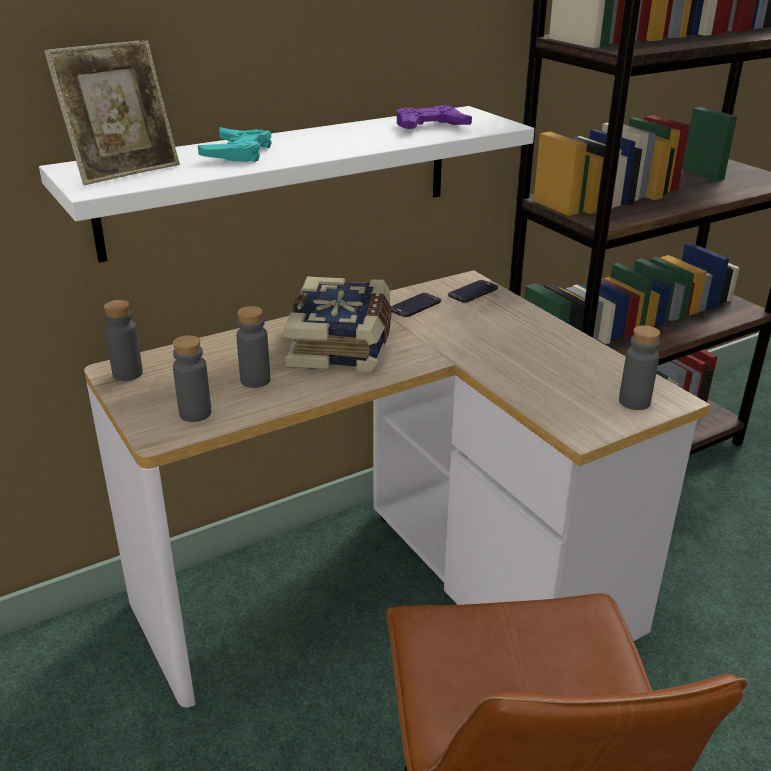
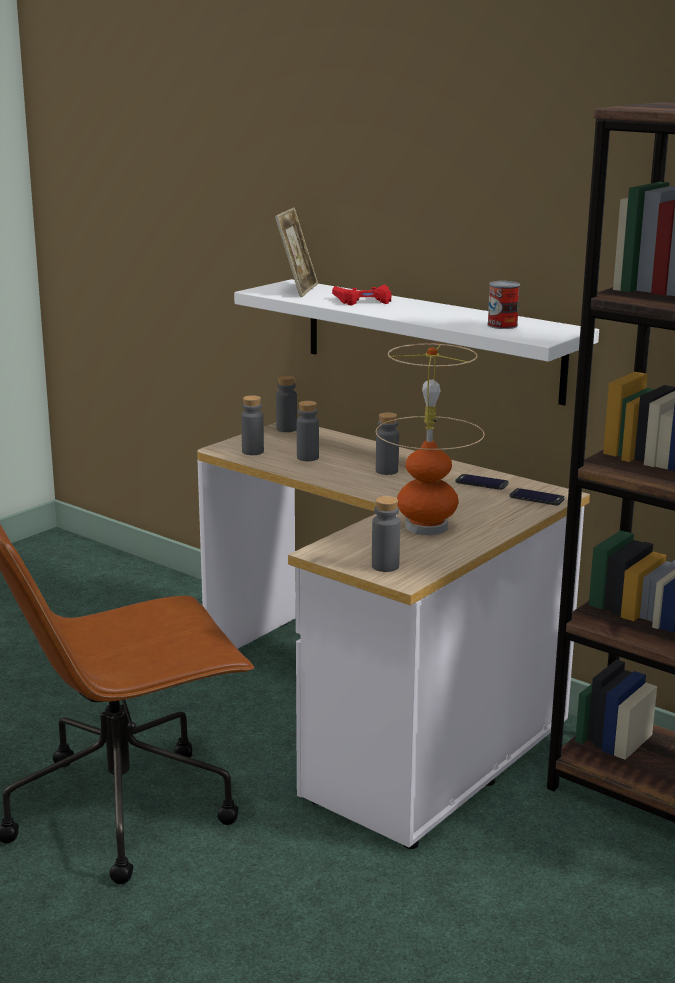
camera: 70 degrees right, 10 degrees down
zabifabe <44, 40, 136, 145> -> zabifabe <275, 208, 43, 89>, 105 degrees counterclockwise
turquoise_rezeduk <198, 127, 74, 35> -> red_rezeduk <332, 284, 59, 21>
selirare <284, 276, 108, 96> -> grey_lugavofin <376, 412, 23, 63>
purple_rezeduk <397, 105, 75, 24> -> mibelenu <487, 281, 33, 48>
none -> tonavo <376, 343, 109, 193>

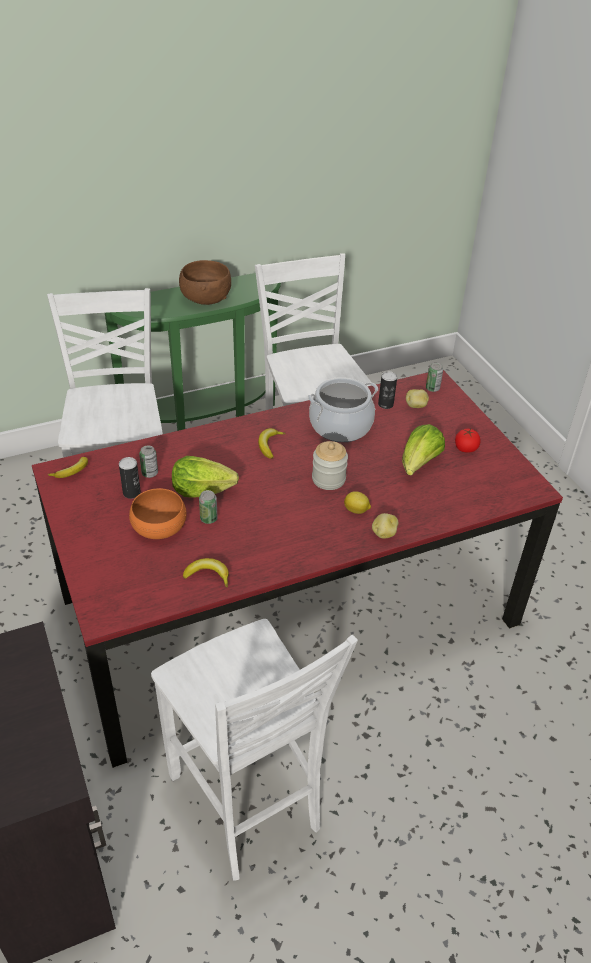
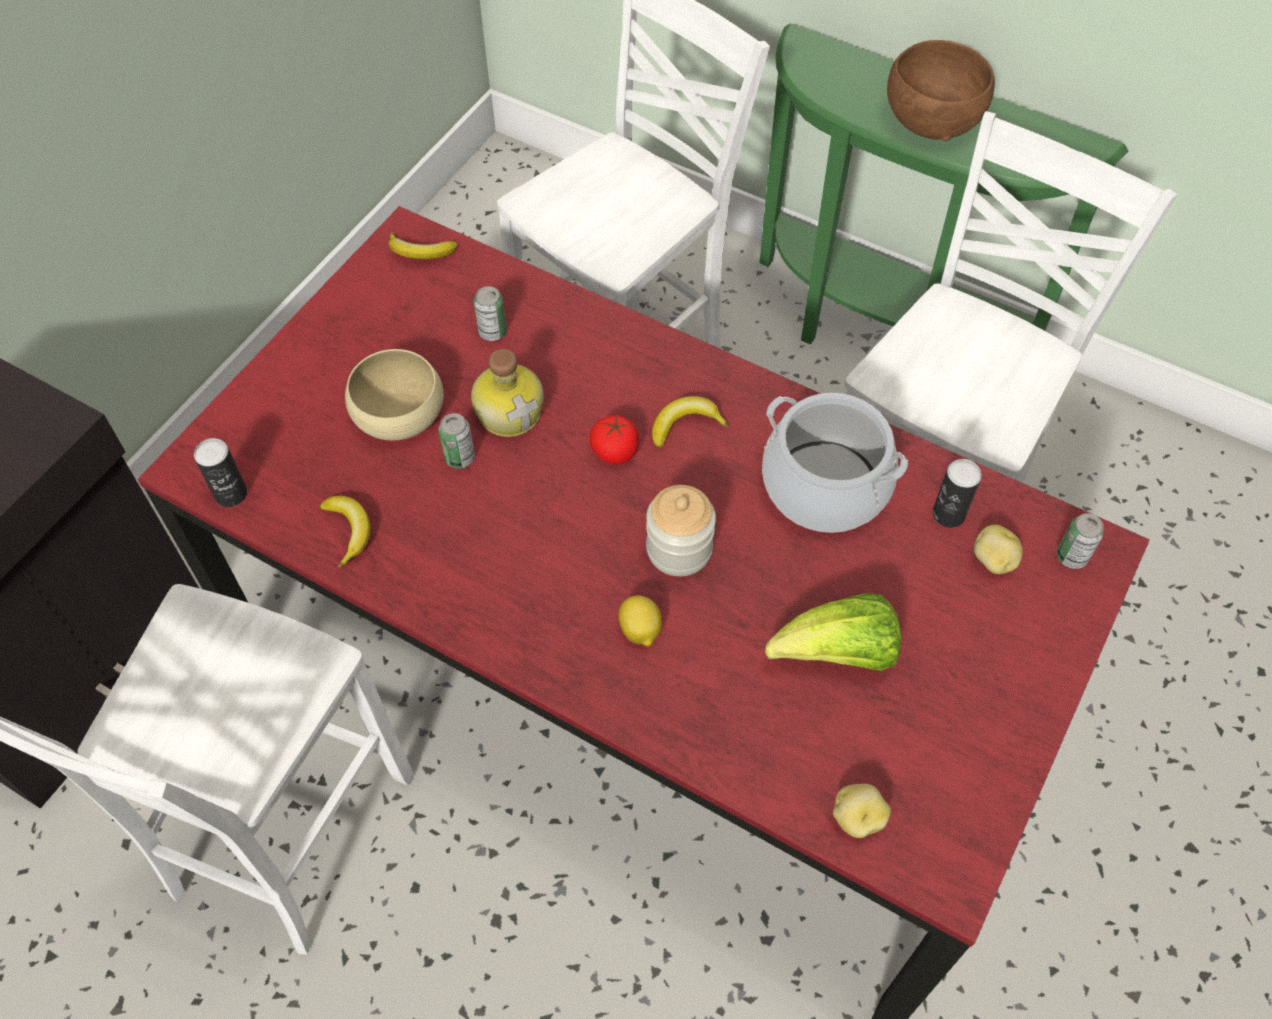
camera: 55 degrees right, 15 degrees up
mibelenu <119, 457, 22, 42> -> mibelenu <194, 438, 53, 69>, shifted
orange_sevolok <129, 488, 58, 51> -> beige_sevolok <345, 349, 99, 92>
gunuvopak <172, 456, 67, 42> -> lugavofin <471, 349, 73, 88>
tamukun <372, 513, 27, 26> -> tamukun <833, 784, 58, 54>, shifted
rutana <455, 429, 25, 24> -> rutana <589, 415, 50, 49>, shifted

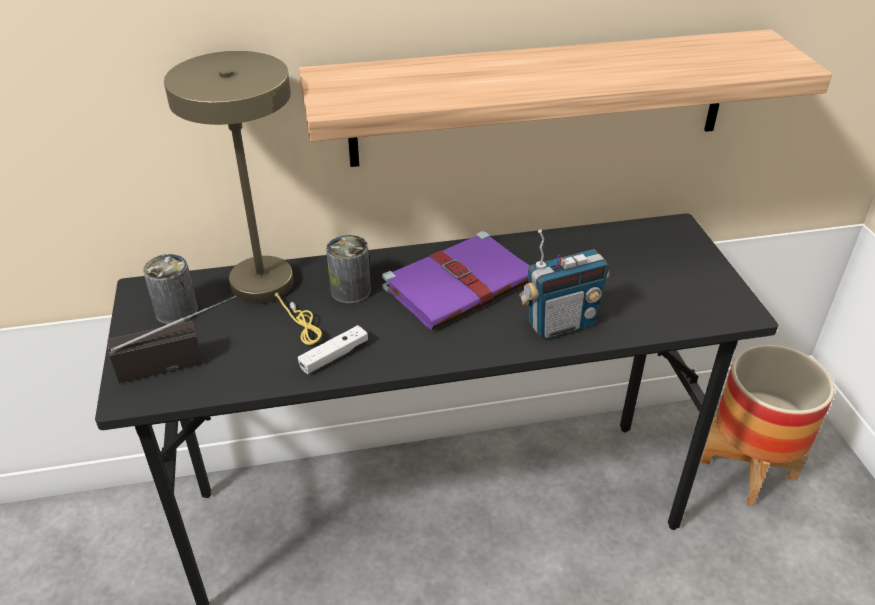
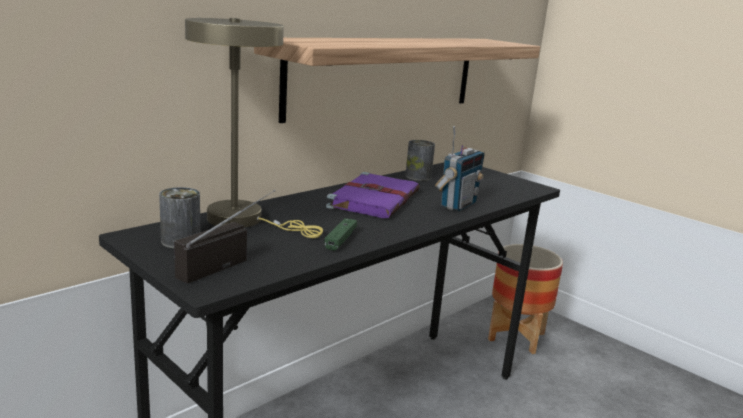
camera: 35 degrees left, 20 degrees down
white_rezeduk <298, 325, 70, 49> -> green_rezeduk <325, 218, 32, 33>
mibelenu <326, 235, 45, 68> -> mibelenu <405, 140, 30, 41>, shifted

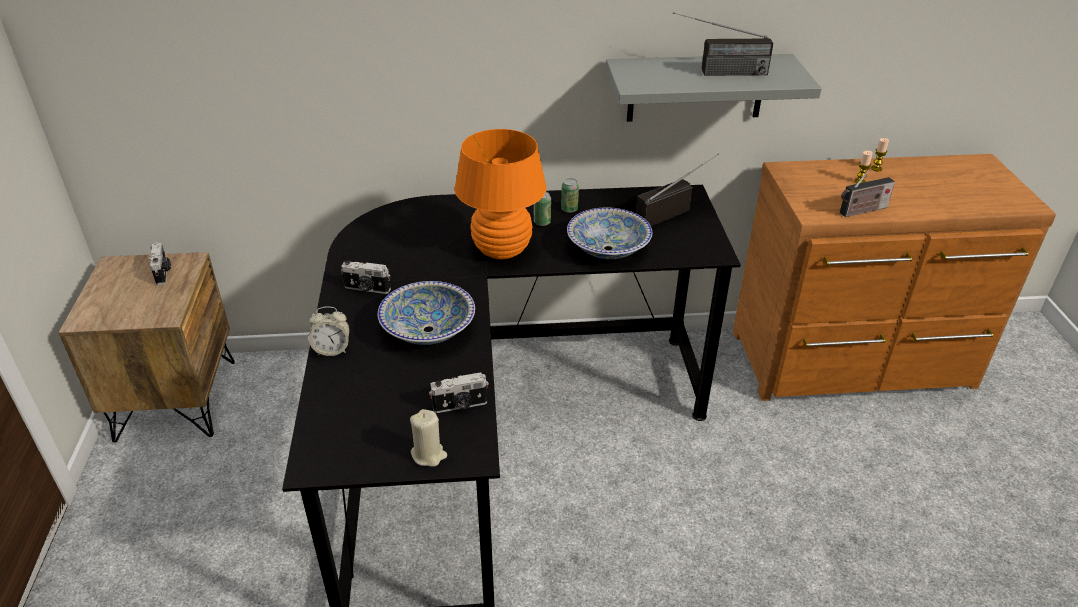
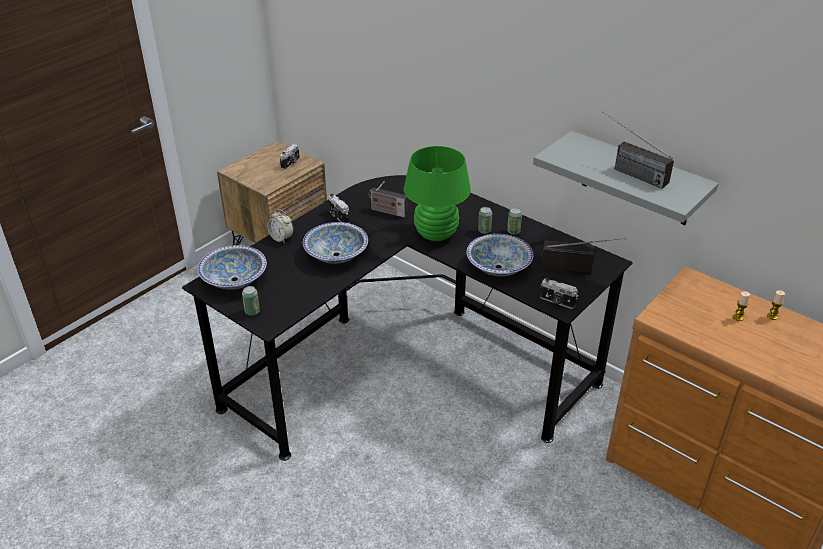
camera: 45 degrees right, 0 degrees up
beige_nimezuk <410, 409, 37, 58> -> mibelenu <242, 286, 18, 30>
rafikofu <429, 372, 60, 41> -> rafikofu <540, 278, 38, 31>, shifted
orange_tonavo <454, 129, 93, 130> -> green_tonavo <404, 146, 67, 95>
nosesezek <840, 170, 55, 47> -> nosesezek <368, 181, 40, 37>, shifted
none -> sevolok <198, 245, 69, 45>

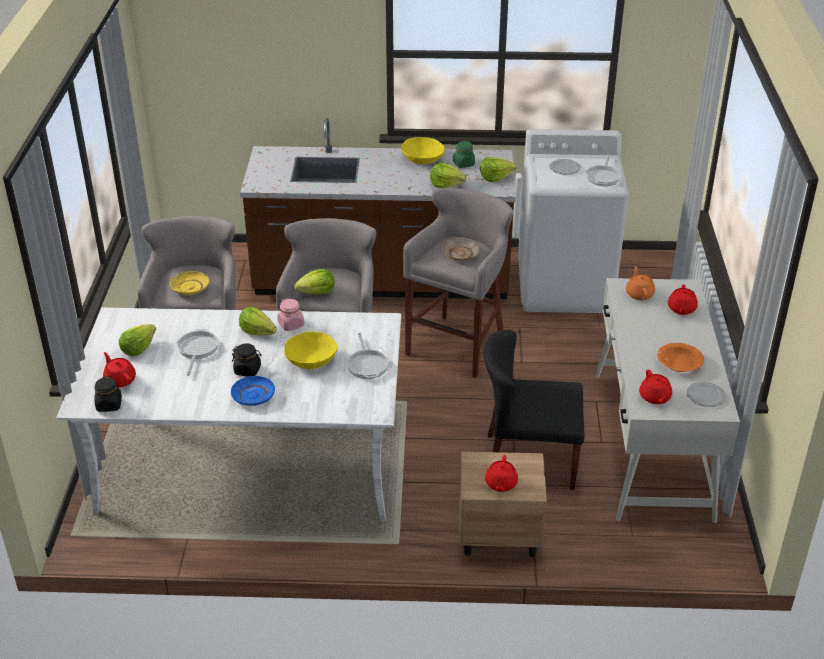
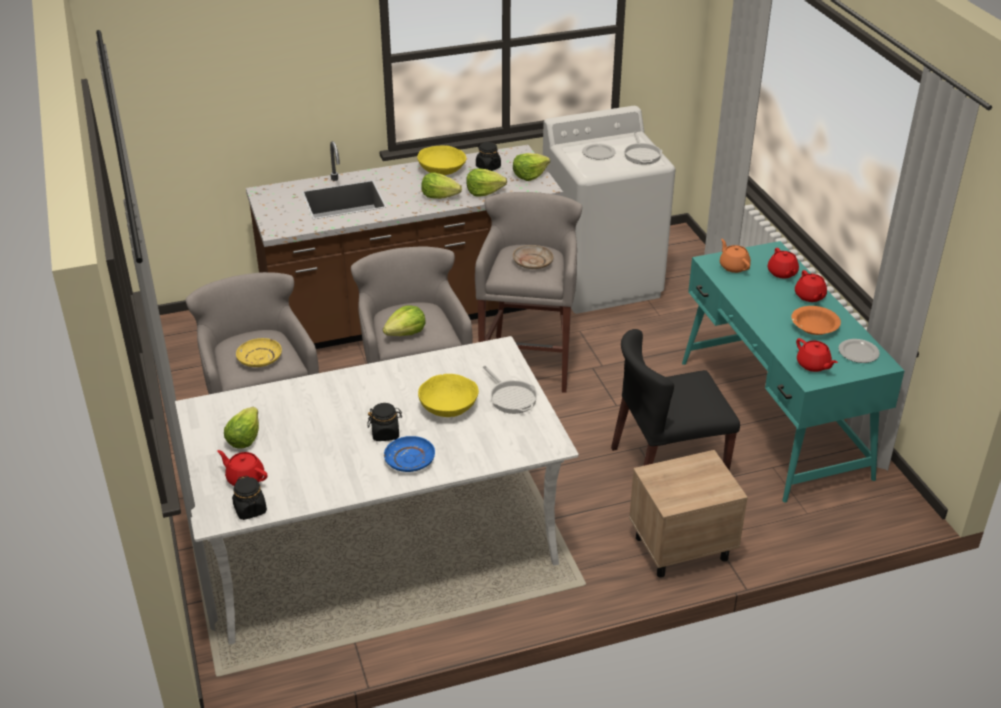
camera: 20 degrees left, 0 degrees up
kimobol <176, 329, 43, 47> -> none
gunuvopak <239, 307, 38, 29> -> gunuvopak <421, 172, 41, 27>, shifted
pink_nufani <277, 298, 27, 33> -> none
green_nufani <453, 141, 22, 27> -> black_nufani <476, 142, 25, 29>
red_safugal <485, 455, 33, 37> -> red_safugal <795, 270, 32, 32>, shifted
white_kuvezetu <595, 278, 145, 245> -> turquoise_kuvezetu <682, 241, 223, 262>

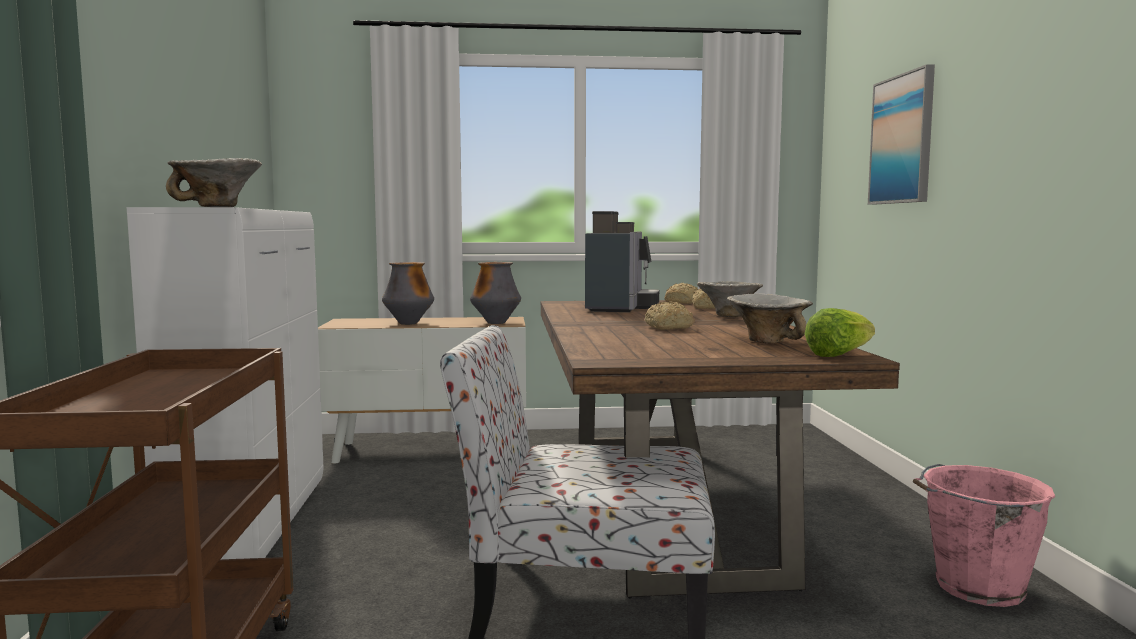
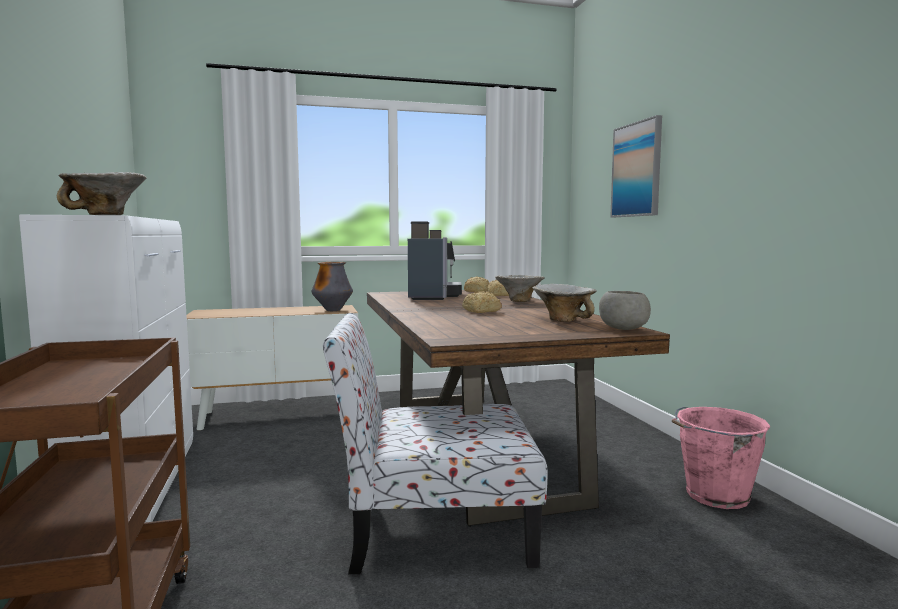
camera: 10 degrees left, 0 degrees up
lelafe <382, 262, 52, 63> -> none
gunuvopak <805, 308, 70, 49> -> grey_sevolok <599, 291, 52, 39>

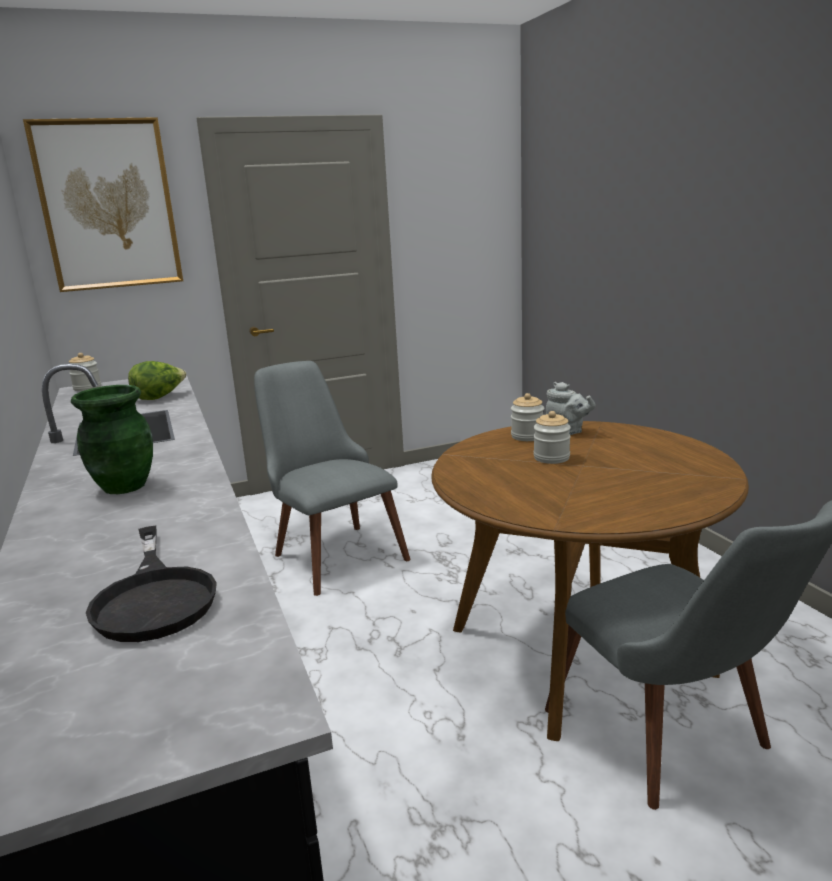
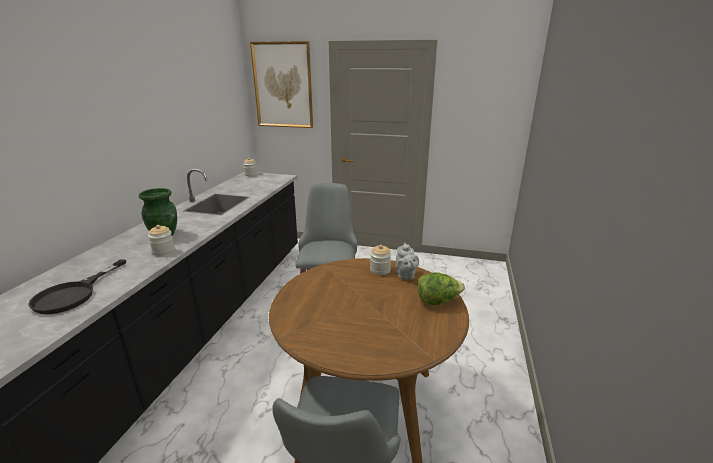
camera: 35 degrees right, 5 degrees up
gunuvopak <128, 361, 58, 39> -> gunuvopak <417, 272, 48, 33>, shifted
nufani <533, 411, 38, 53> -> nufani <148, 225, 27, 31>, shifted

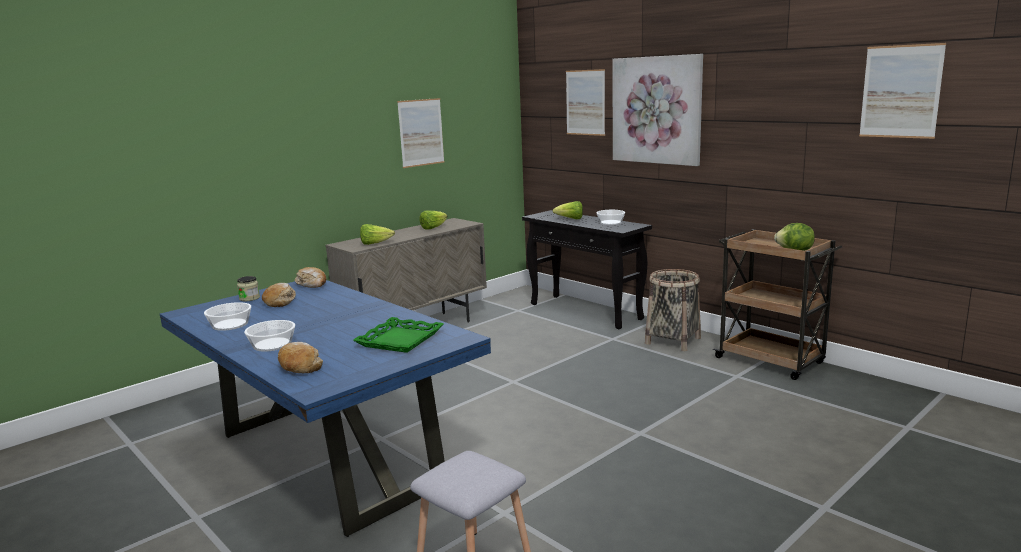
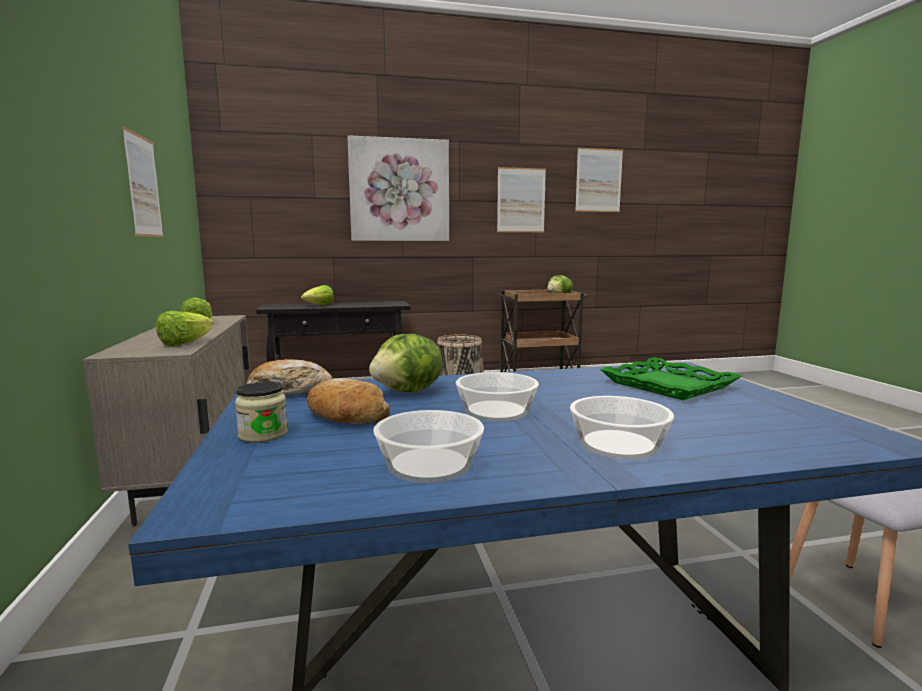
camera: 60 degrees left, 5 degrees down
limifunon <278, 342, 45, 31> -> none
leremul <566, 69, 39, 67> -> leremul <497, 167, 49, 65>, shifted
sevolok <596, 210, 29, 15> -> sevolok <456, 372, 83, 49>, shifted
none -> gunuvopak <369, 334, 74, 58>

